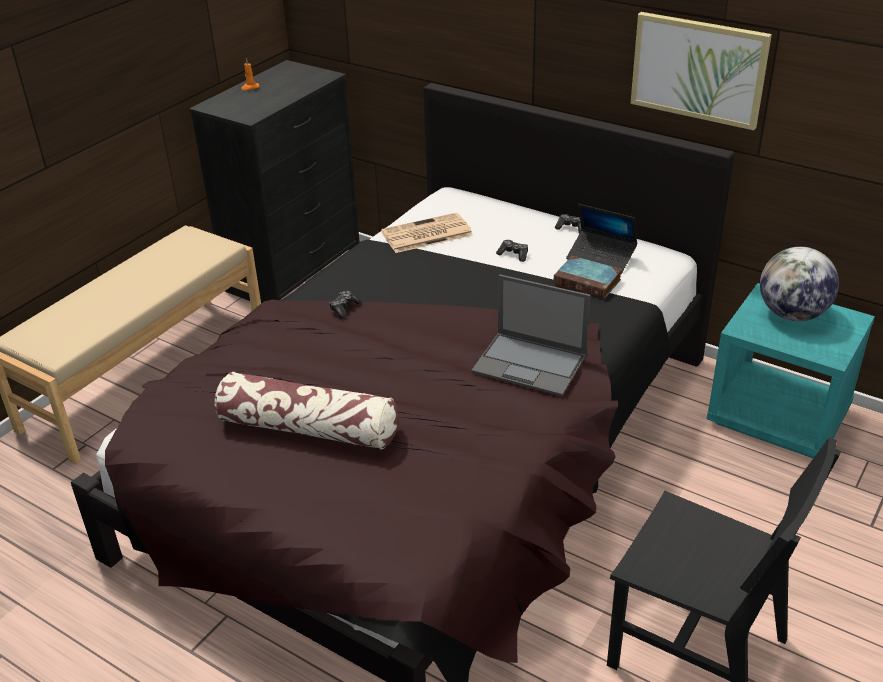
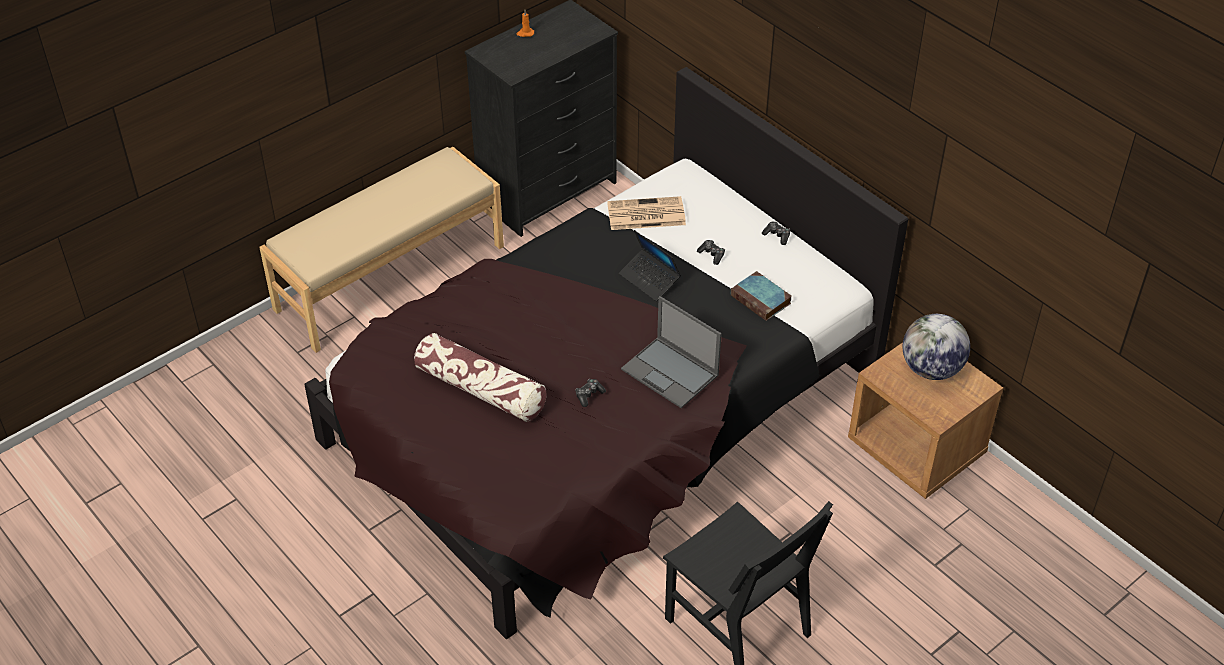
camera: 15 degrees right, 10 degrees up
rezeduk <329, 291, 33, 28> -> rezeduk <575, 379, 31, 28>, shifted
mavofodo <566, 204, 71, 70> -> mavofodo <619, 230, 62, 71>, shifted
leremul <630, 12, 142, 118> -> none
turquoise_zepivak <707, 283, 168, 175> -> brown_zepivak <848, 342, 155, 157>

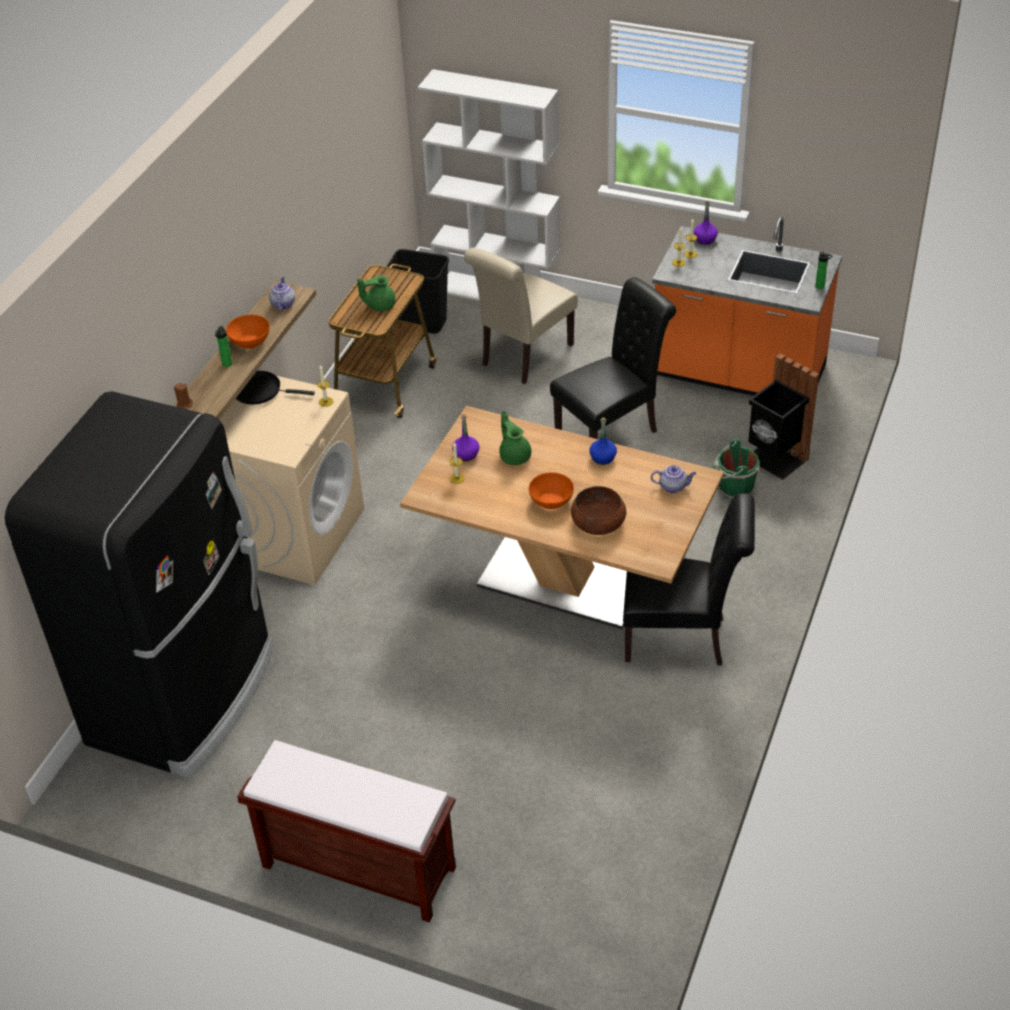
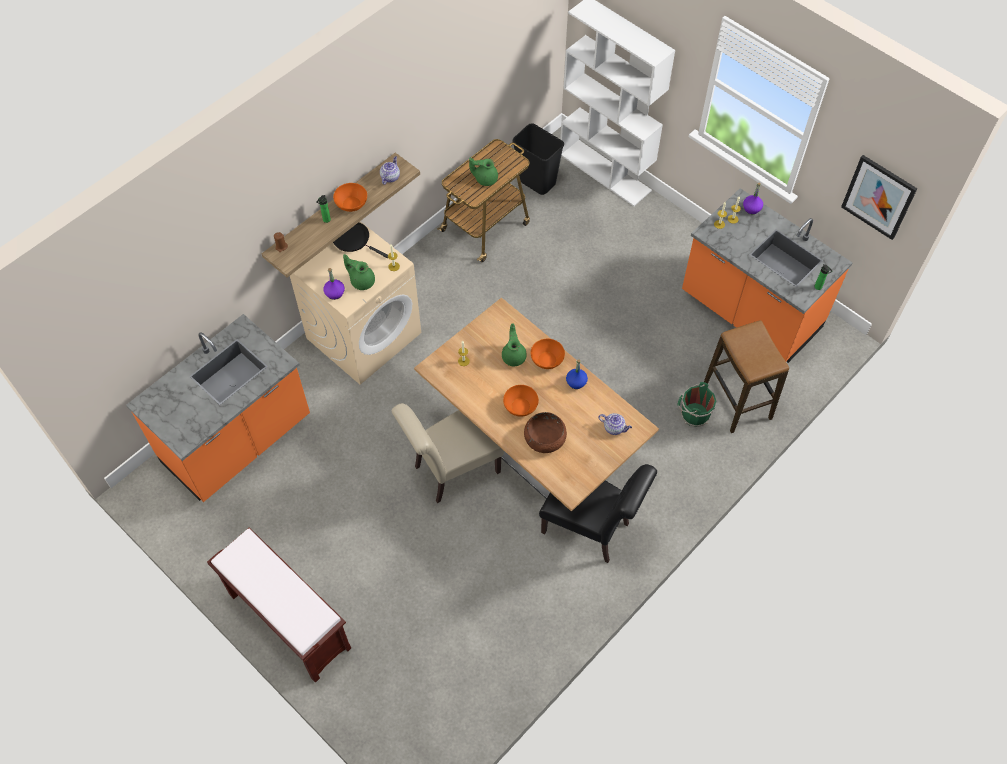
camera: 20 degrees right, 15 degrees up
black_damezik <5, 391, 268, 387> -> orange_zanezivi <126, 314, 184, 188>
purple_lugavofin <452, 414, 27, 47> -> purple_lugavofin <323, 268, 22, 32>, shifted
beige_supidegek <464, 248, 114, 136> -> beige_supidegek <392, 403, 112, 100>, shifted
black_supidegek <550, 277, 126, 162> -> none
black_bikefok <748, 353, 71, 127> -> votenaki <704, 320, 85, 113>
none -> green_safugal <343, 254, 32, 36>
none -> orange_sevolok <530, 339, 35, 30>
none -> leremul <841, 155, 77, 85>

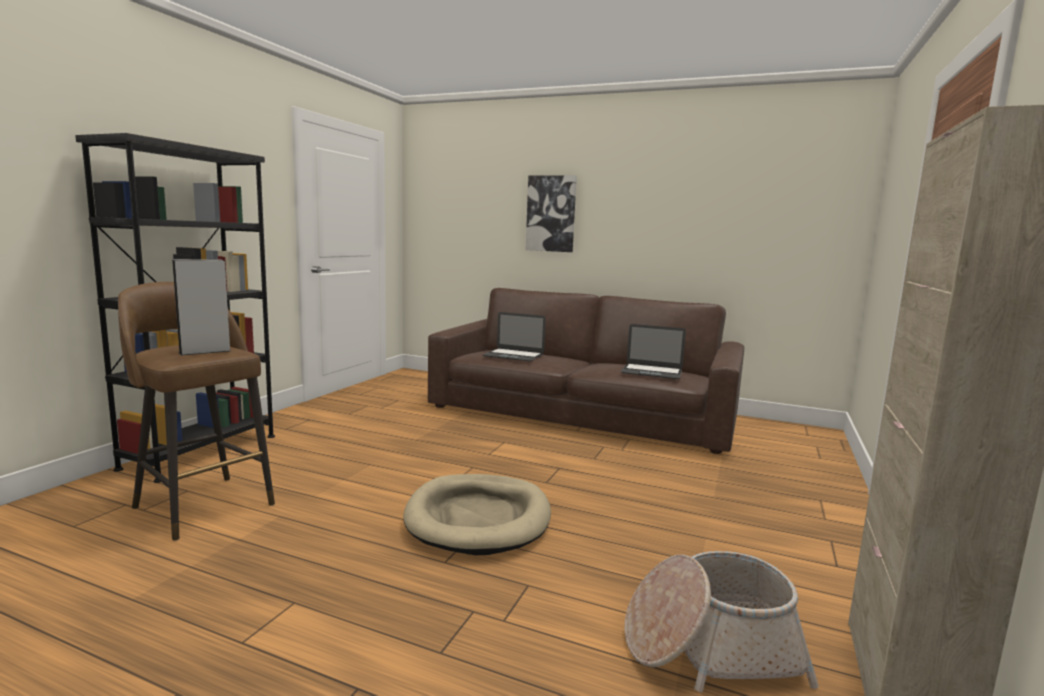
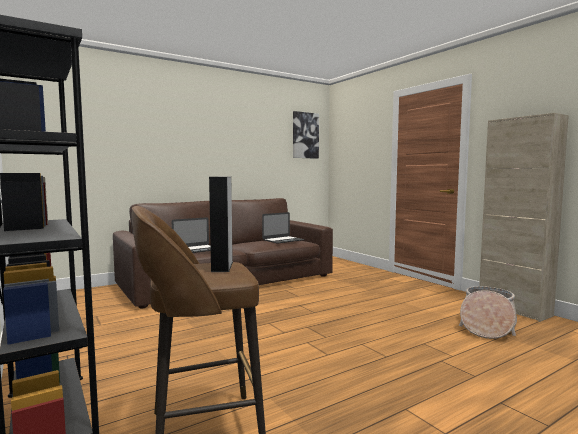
camera: 55 degrees left, 5 degrees down
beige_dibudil <403, 474, 148, 81> -> none
leremul <526, 175, 51, 77> -> leremul <293, 111, 26, 48>, shifted

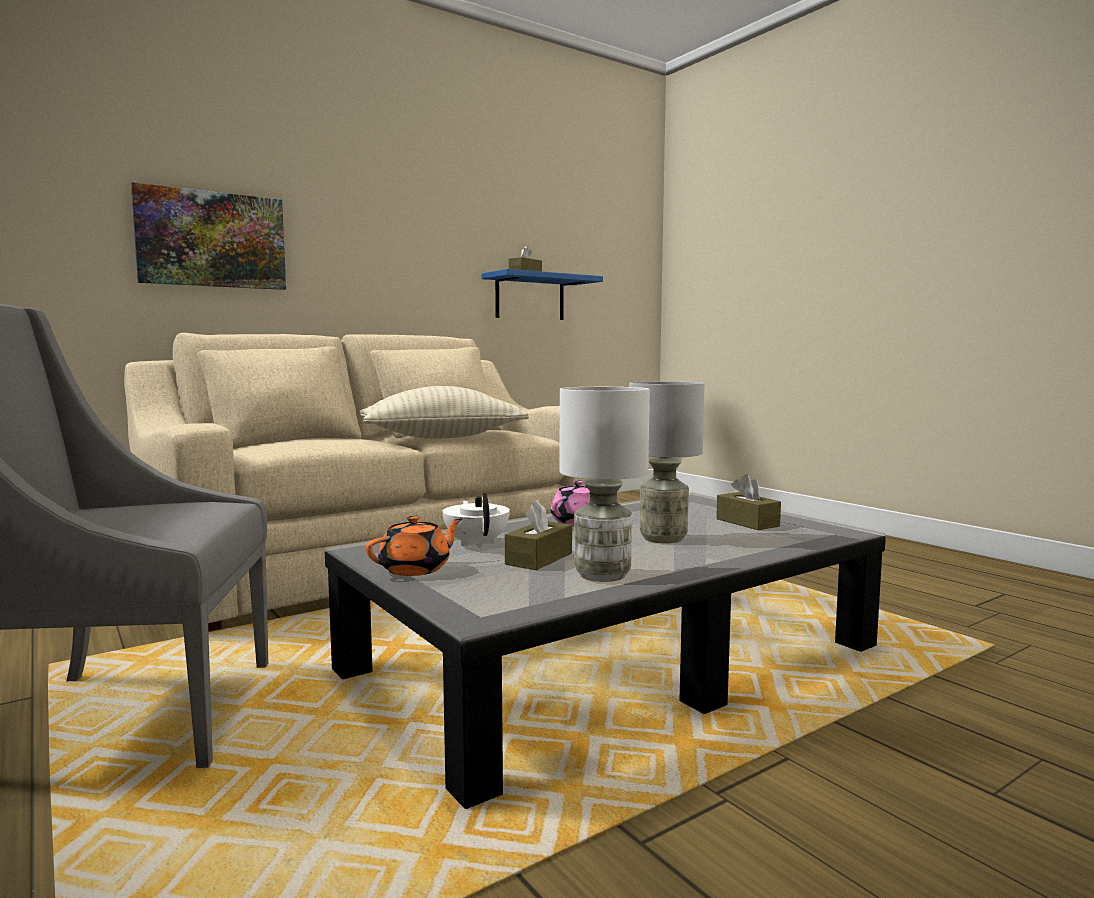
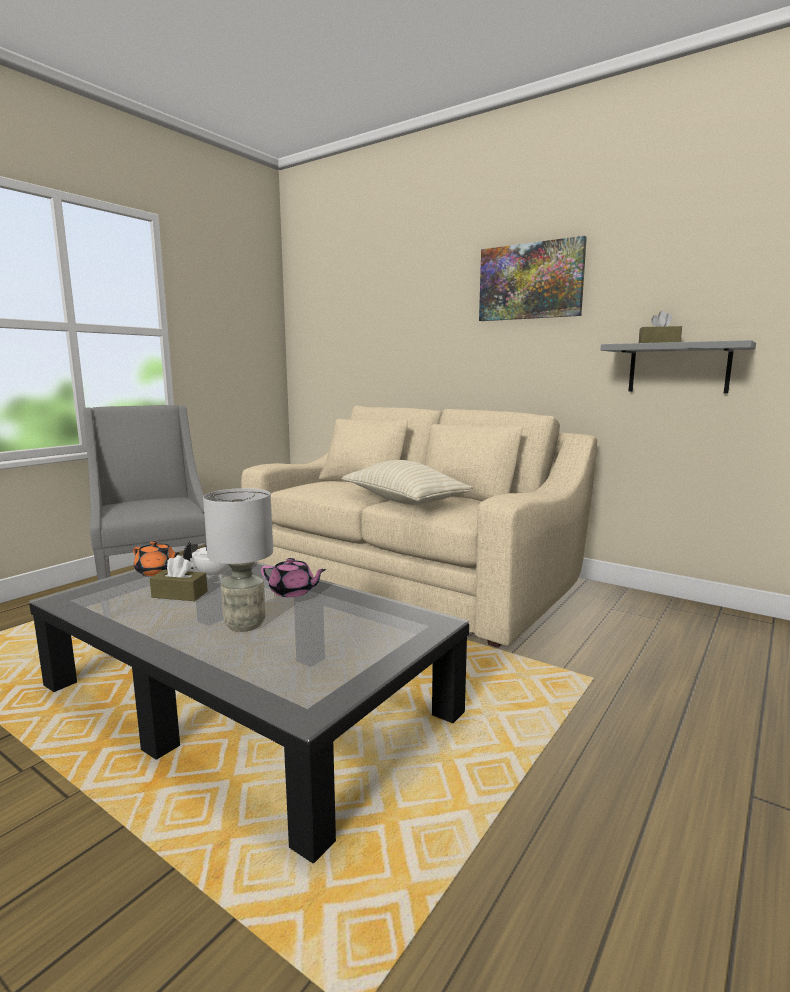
camera: 70 degrees right, 5 degrees up
leremul <131, 182, 155, 108> -> leremul <479, 236, 108, 85>, shifted
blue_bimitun <481, 269, 122, 51> -> grey_bimitun <601, 340, 155, 54>
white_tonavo <560, 387, 90, 195> -> none
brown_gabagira <716, 474, 65, 56> -> none

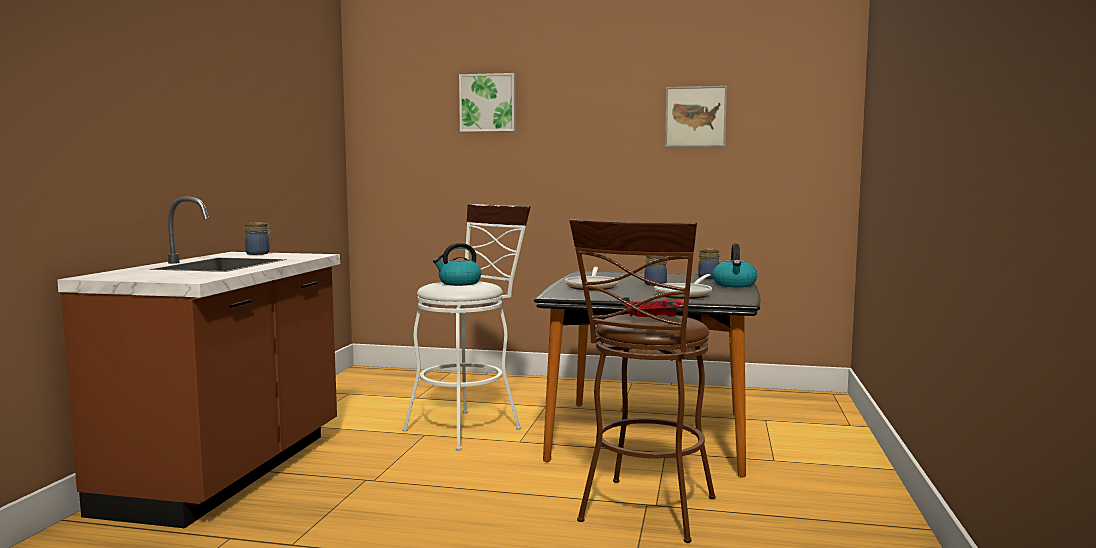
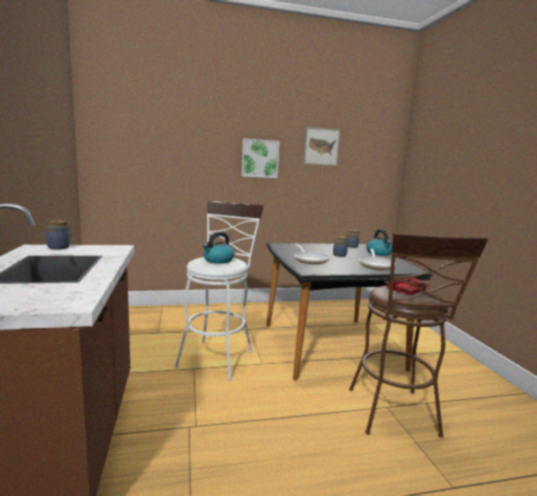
camera: 25 degrees left, 5 degrees up
leremul <459, 73, 57, 59> -> leremul <241, 138, 39, 40>, shifted

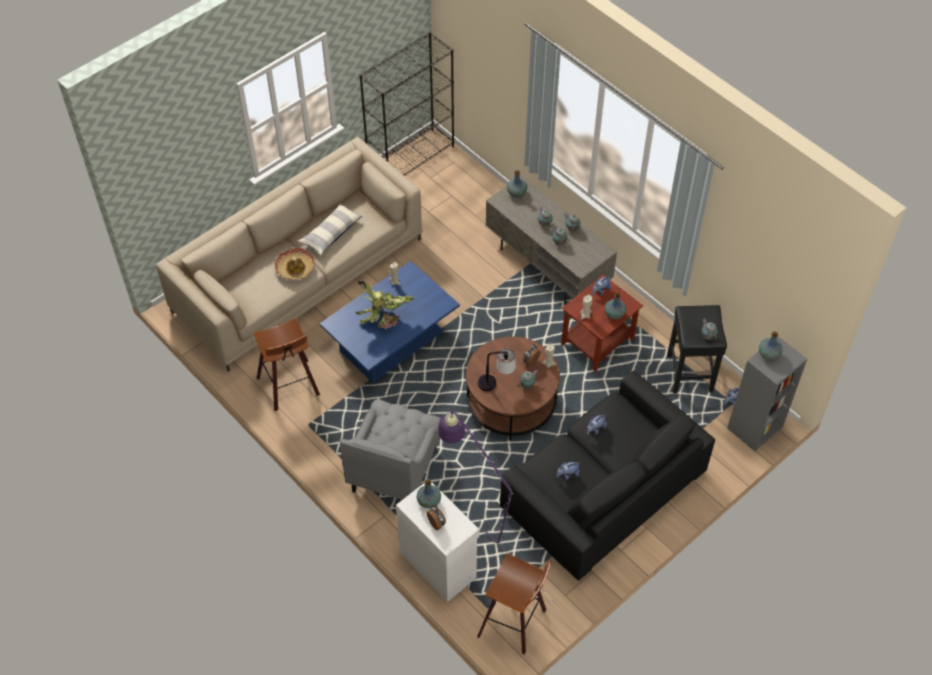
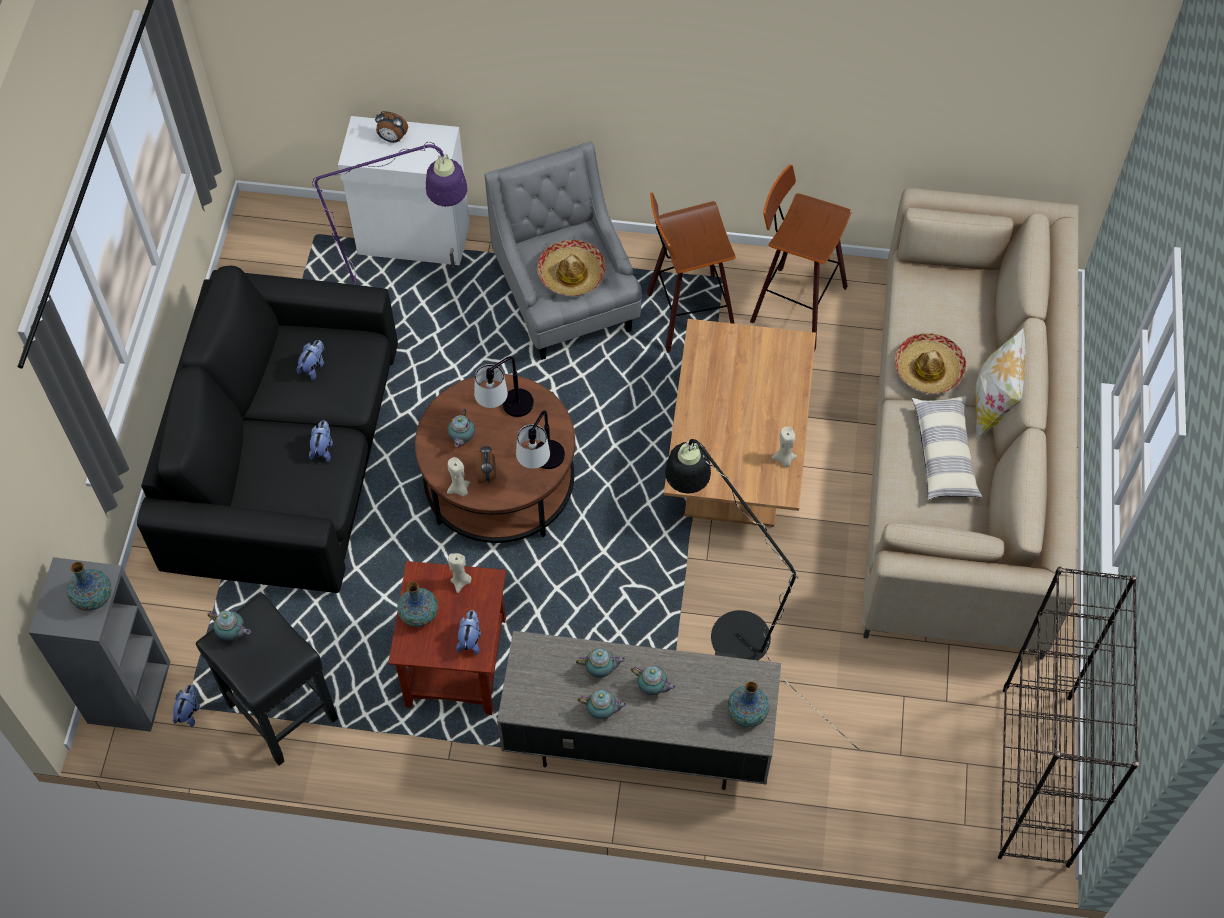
camera: 140 degrees right, 5 degrees up
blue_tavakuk <320, 261, 140, 122> -> brown_tavakuk <664, 319, 152, 208>
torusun <355, 279, 59, 50> -> none
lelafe <416, 480, 25, 28> -> none
votenaki <477, 554, 74, 101> -> votenaki <647, 192, 89, 161>, shifted
none -> tonavo <516, 410, 49, 59>
none -> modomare <537, 240, 69, 56>
none -> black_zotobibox <665, 439, 196, 313>
none -> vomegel <975, 327, 51, 113>

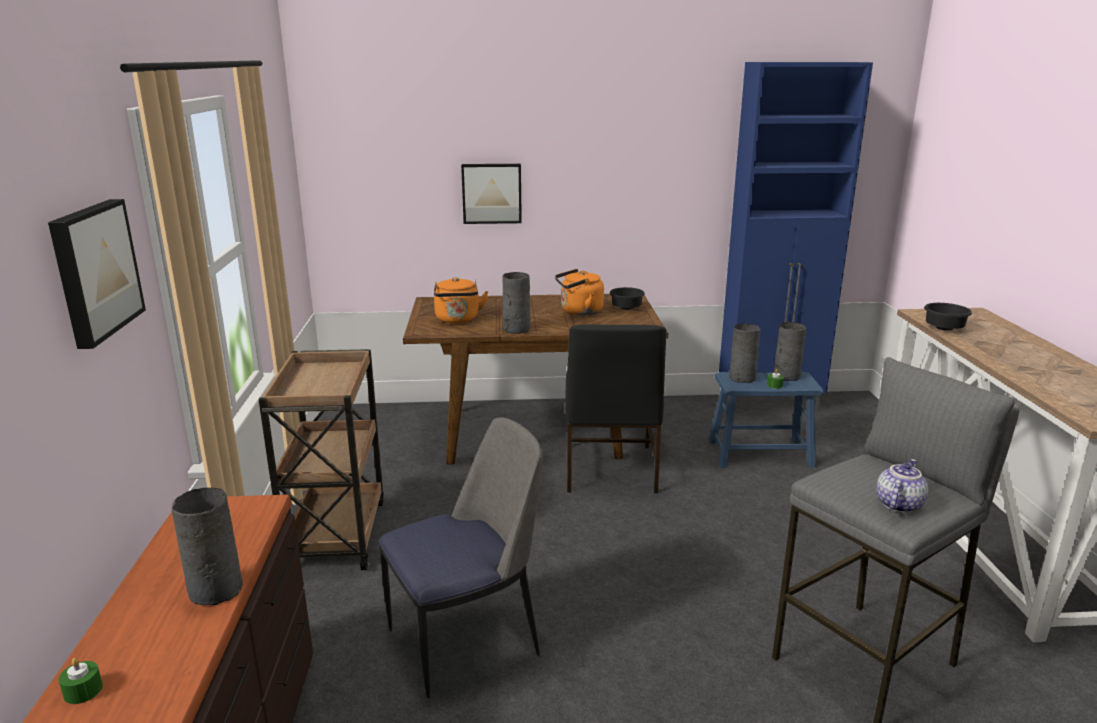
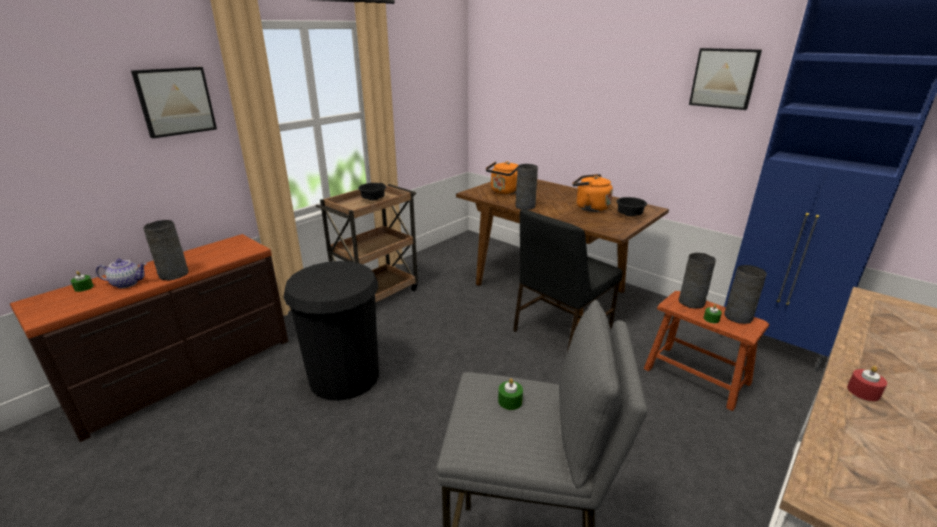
camera: 45 degrees right, 5 degrees up
supidegek <379, 417, 164, 281> -> black_bikefok <283, 261, 96, 140>
leremul <461, 164, 61, 60> -> leremul <689, 48, 73, 62>, shifted
blue_votenaki <708, 372, 116, 96> -> brown_votenaki <644, 291, 126, 120>
safugal <876, 459, 52, 54> -> safugal <96, 259, 51, 29>, shifted
black_sevolok <924, 303, 48, 28> -> black_sevolok <358, 183, 28, 18>, shifted
none -> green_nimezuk <498, 378, 25, 32>
none -> red_nimezuk <847, 366, 40, 35>

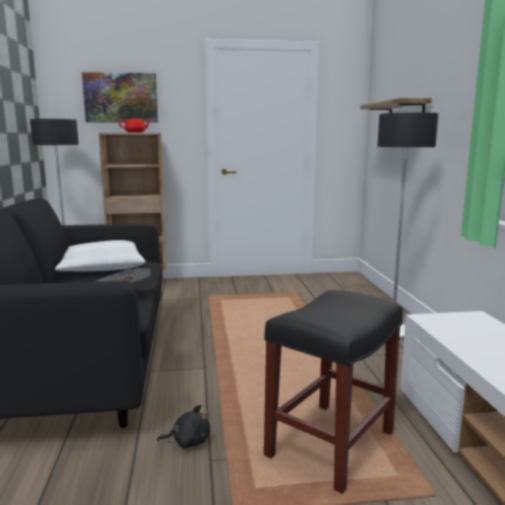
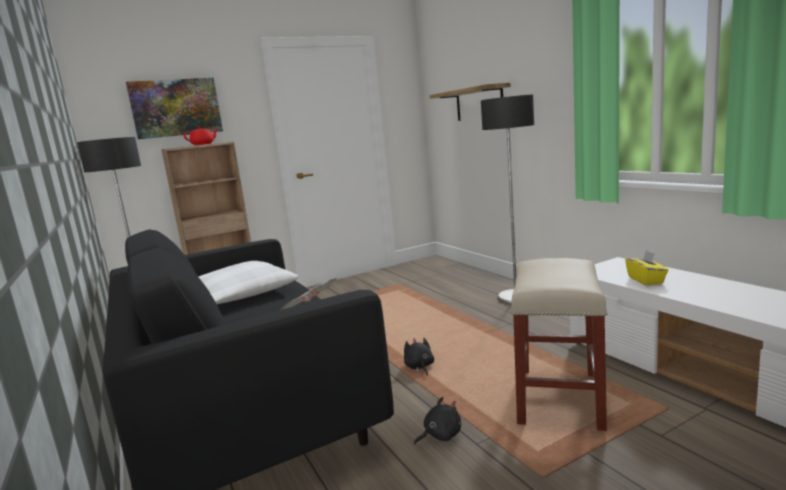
camera: 20 degrees left, 0 degrees up
black_votenaki <264, 290, 139, 204> -> beige_votenaki <511, 258, 97, 173>
none -> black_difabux <404, 338, 30, 38>
none -> yellow_gabagira <625, 250, 43, 36>

